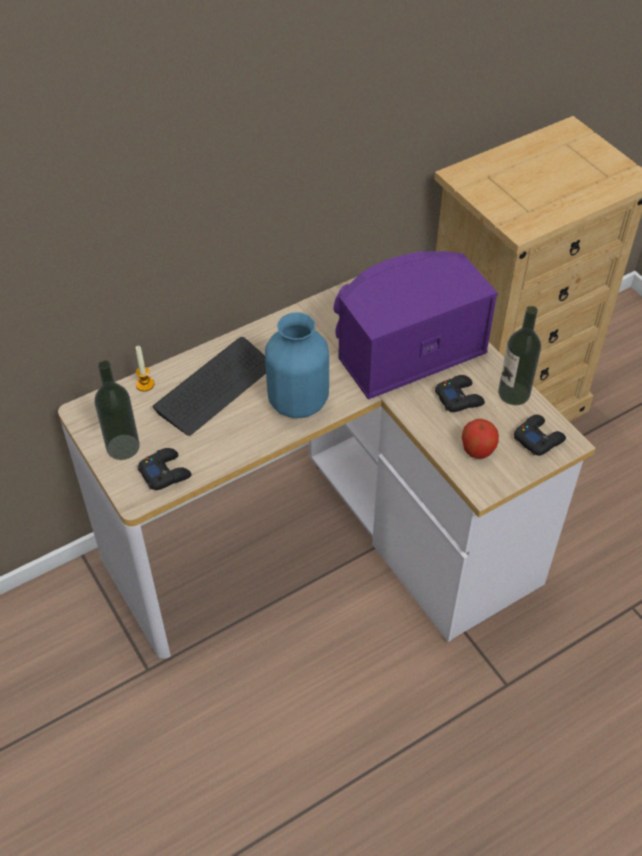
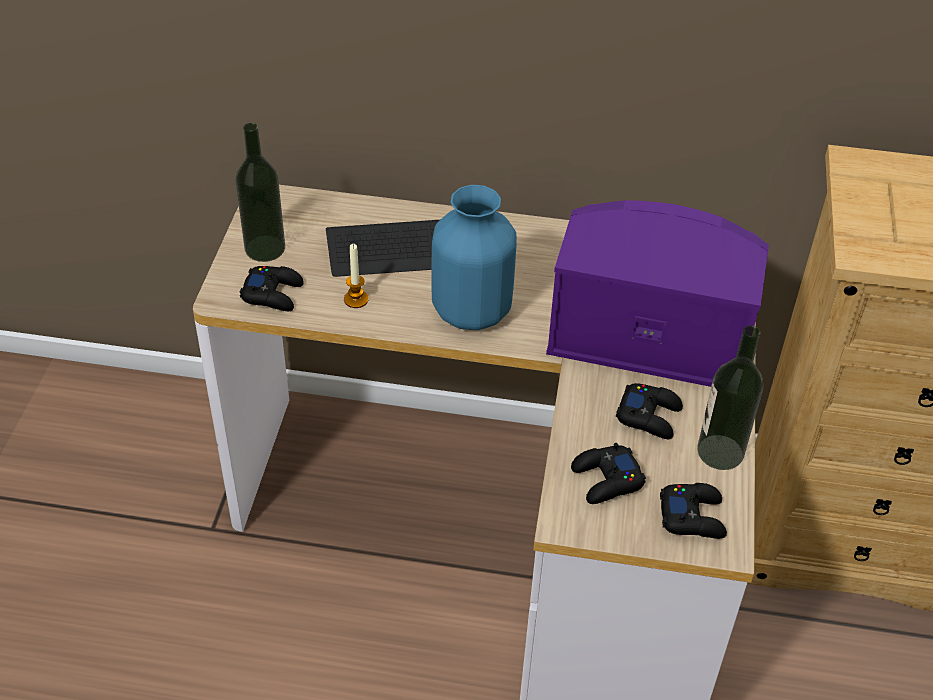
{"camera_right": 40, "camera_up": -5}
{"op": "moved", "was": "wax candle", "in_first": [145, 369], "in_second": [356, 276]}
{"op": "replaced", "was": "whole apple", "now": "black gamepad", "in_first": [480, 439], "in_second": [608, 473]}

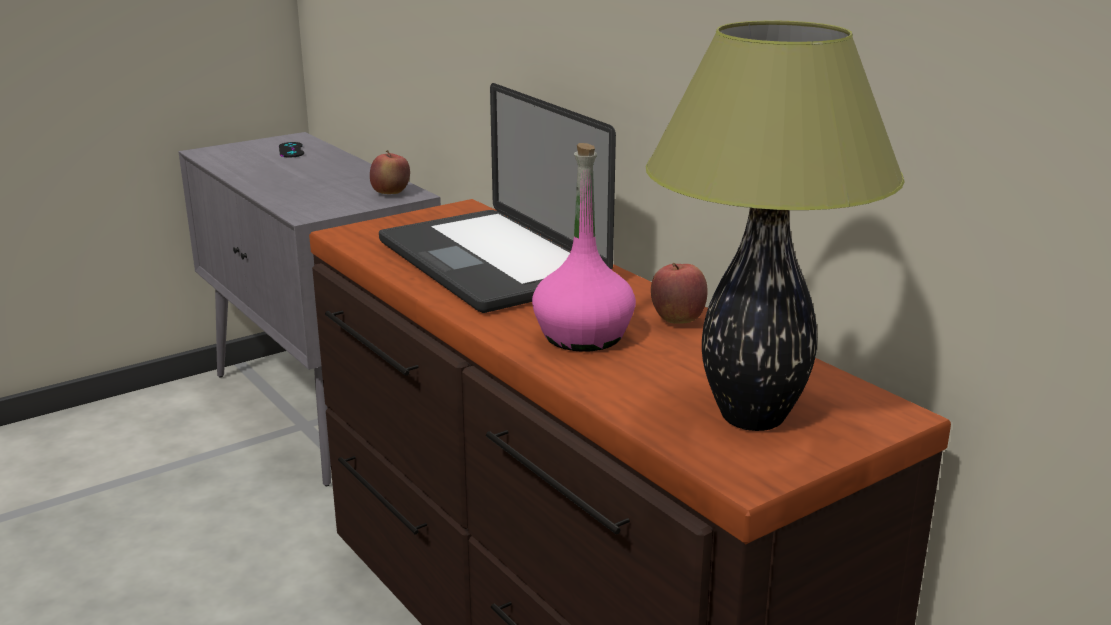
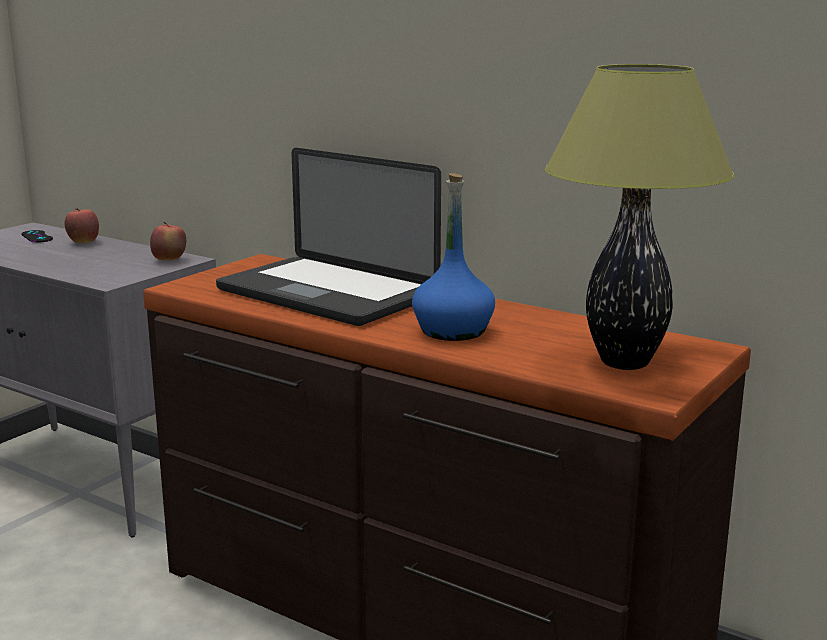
{"camera_right": -20, "camera_up": -5}
{"op": "recoloured", "was": "pink beverage bottle", "now": "bluish beverage bottle", "in_first": [584, 247], "in_second": [453, 257]}
{"op": "moved", "was": "whole apple", "in_first": [679, 293], "in_second": [81, 226]}

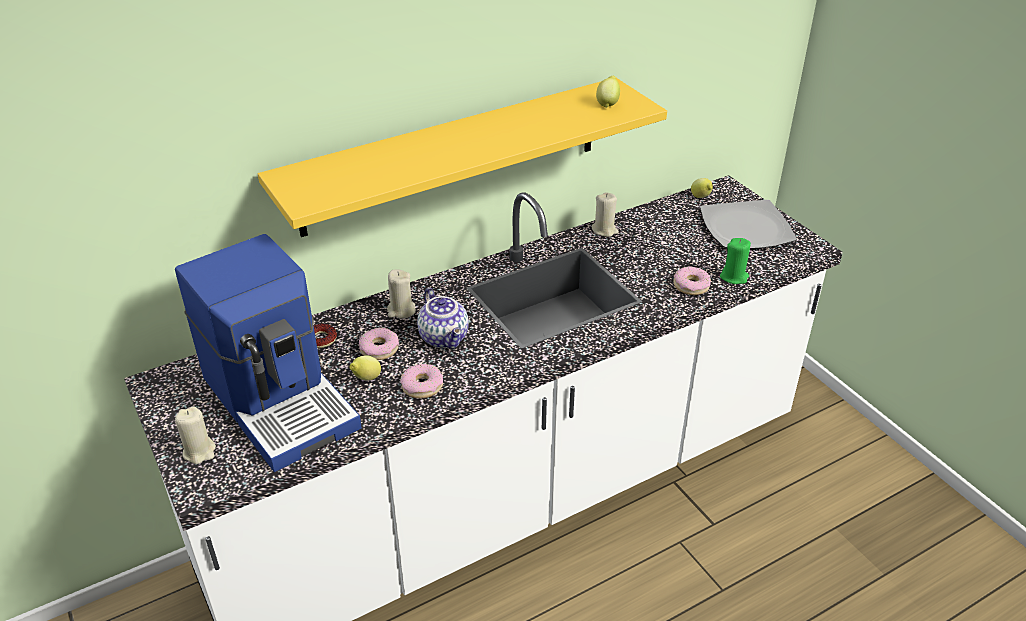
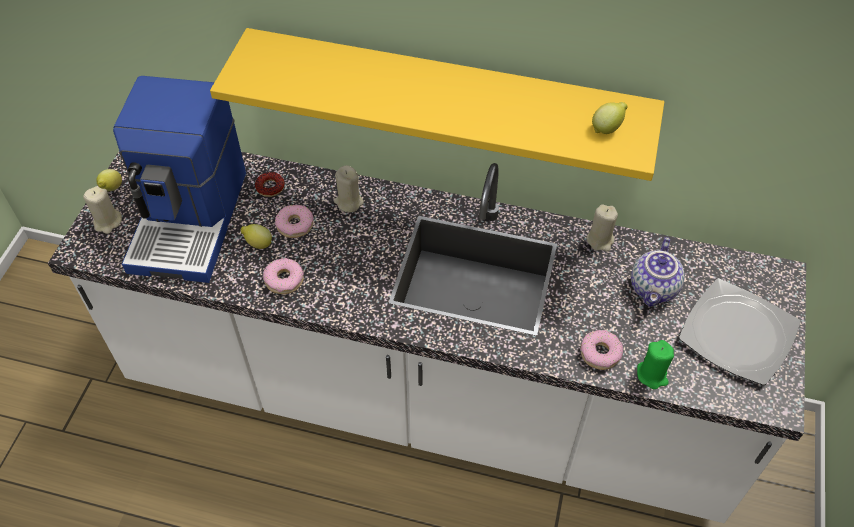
{"camera_right": 45, "camera_up": 15}
{"op": "moved", "was": "whole lemon", "in_first": [702, 188], "in_second": [109, 180]}
{"op": "moved", "was": "pot for tea", "in_first": [443, 318], "in_second": [658, 272]}

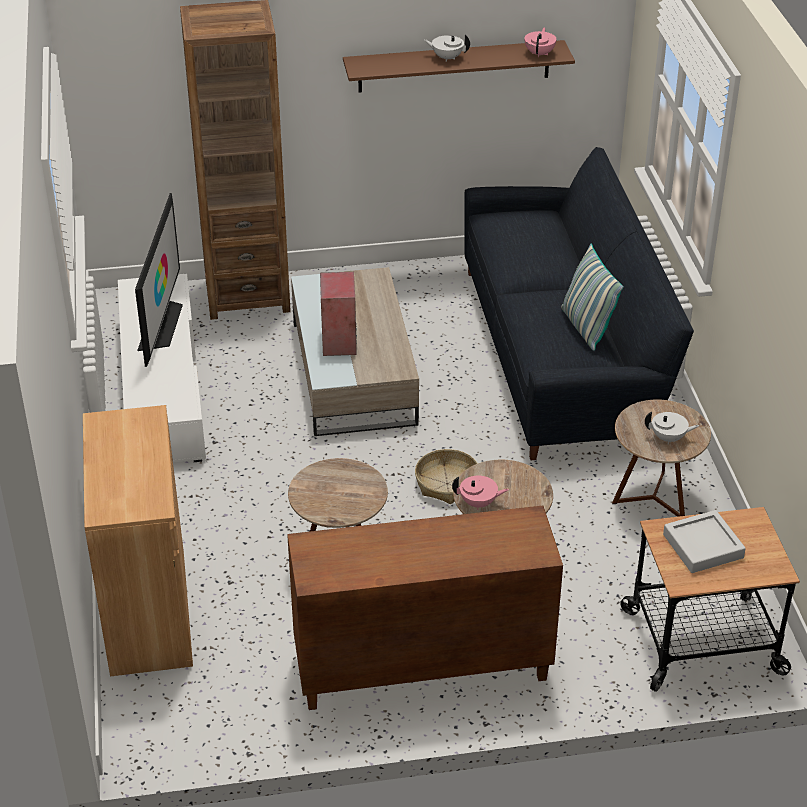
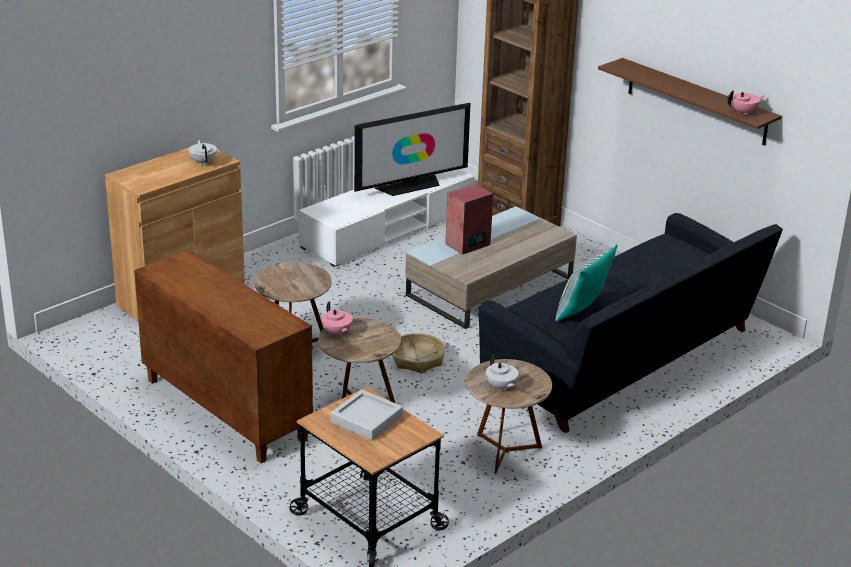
{"camera_right": 55, "camera_up": -10}
{"op": "moved", "was": "whitish pot for tea", "in_first": [447, 48], "in_second": [202, 153]}

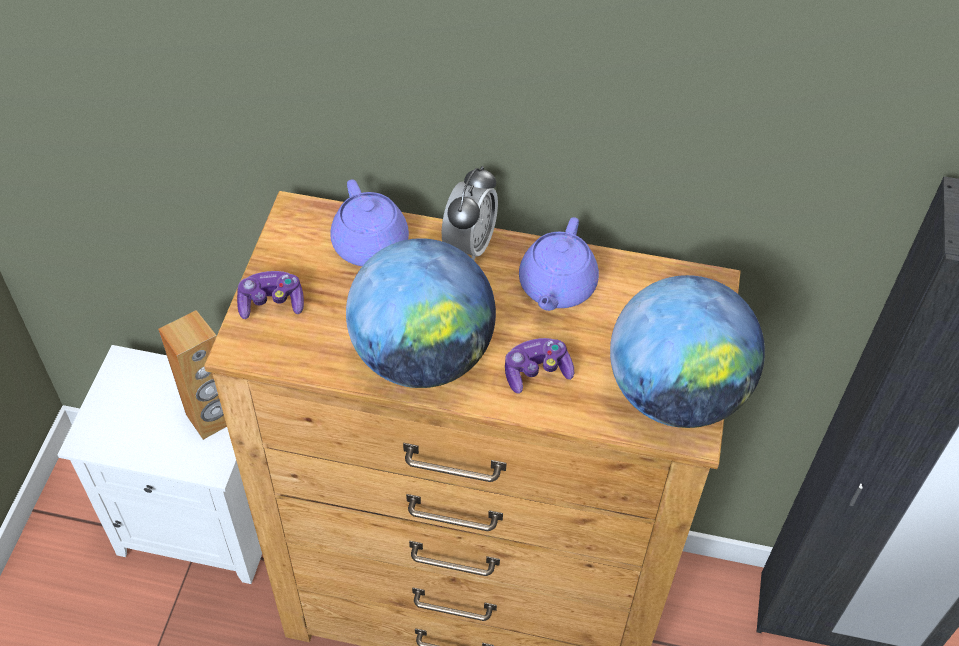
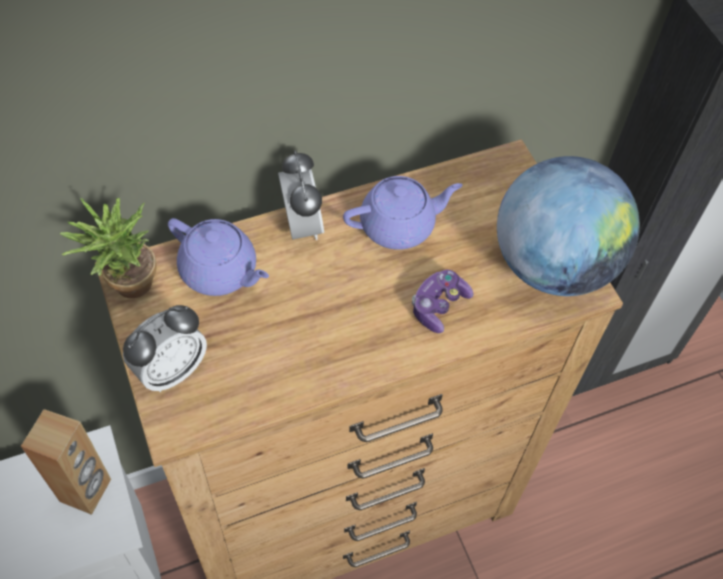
{"camera_right": -35, "camera_up": 5}
{"op": "turned", "was": "purple pot for tea", "in_first": [559, 264], "in_second": [403, 213], "clockwise": -90}
{"op": "removed", "was": "desk globe", "in_first": [421, 313]}
{"op": "replaced", "was": "gamepad", "now": "bedside clock", "in_first": [270, 295], "in_second": [165, 348]}
{"op": "added", "now": "potted plant", "in_second": [108, 248]}

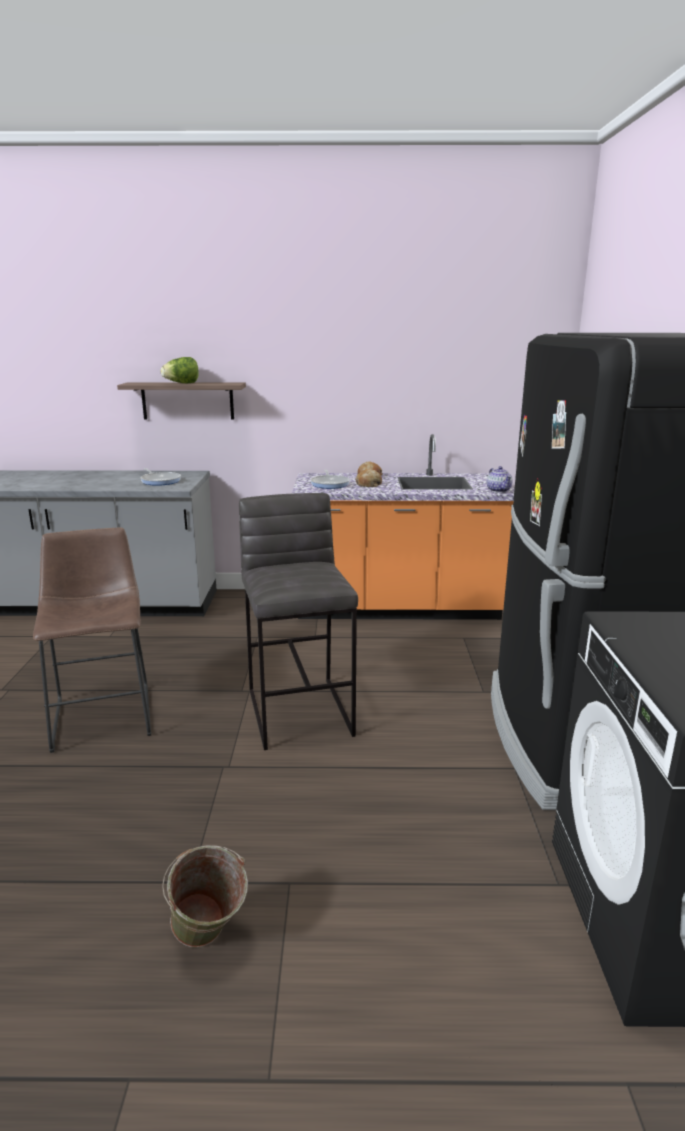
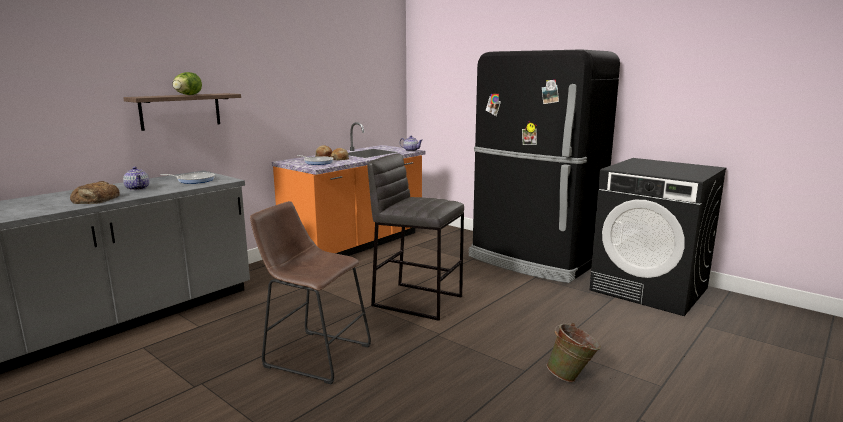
{"camera_right": -50, "camera_up": -5}
{"op": "added", "now": "pot for tea", "in_second": [136, 178]}
{"op": "added", "now": "bread", "in_second": [95, 192]}

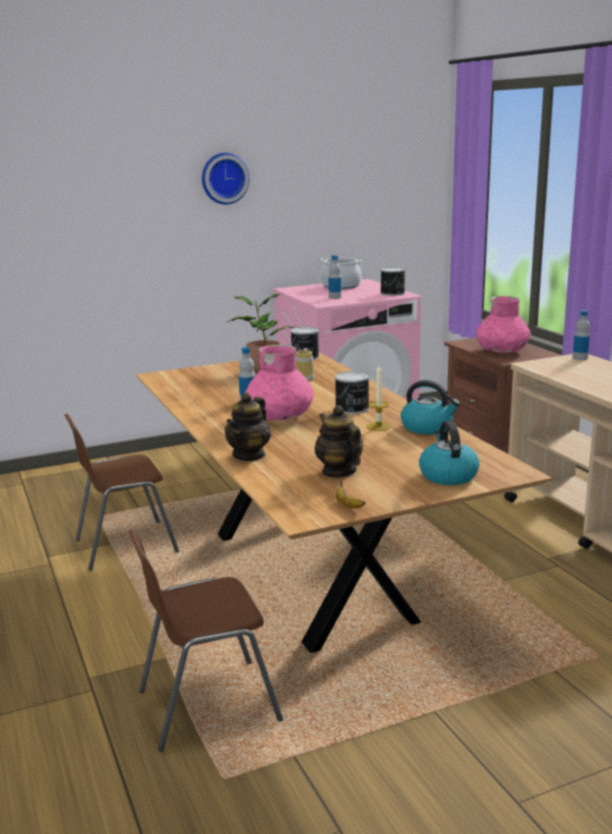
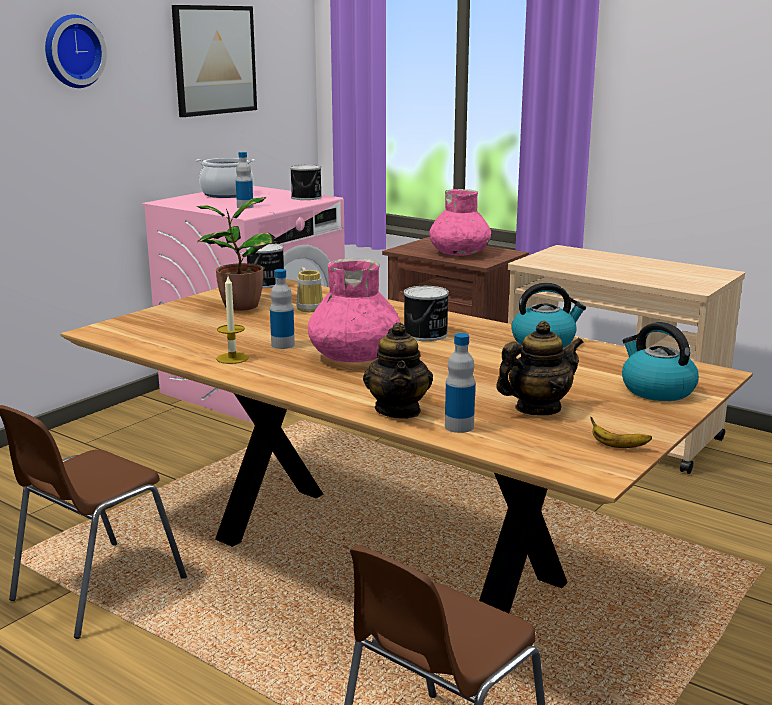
{"camera_right": -30, "camera_up": 0}
{"op": "moved", "was": "beverage bottle", "in_first": [581, 335], "in_second": [460, 383]}
{"op": "moved", "was": "wax candle", "in_first": [379, 398], "in_second": [232, 320]}
{"op": "turned", "was": "pot for tea", "in_first": [339, 441], "in_second": [540, 368], "clockwise": 120}
{"op": "added", "now": "wall art", "in_second": [214, 61]}

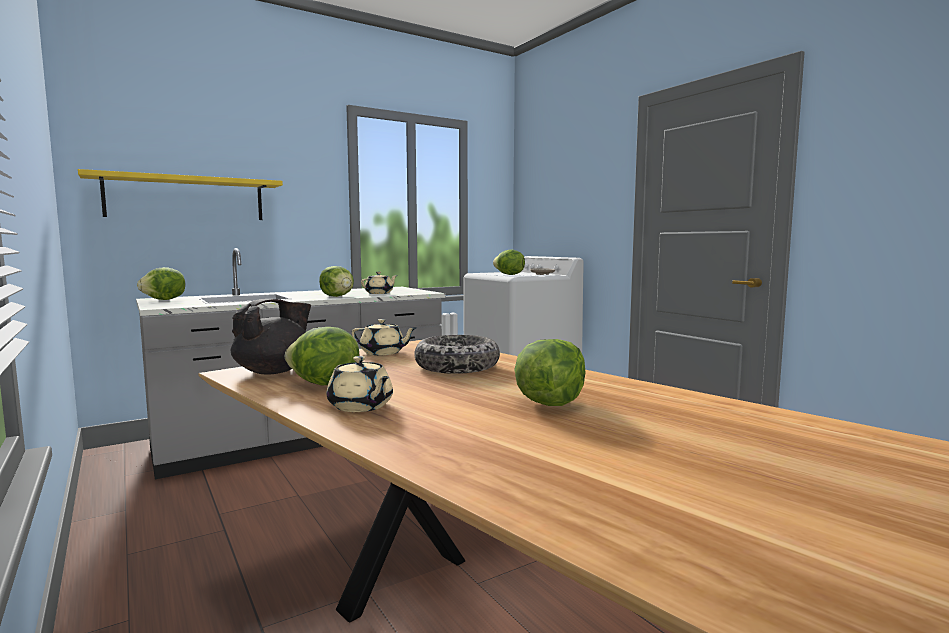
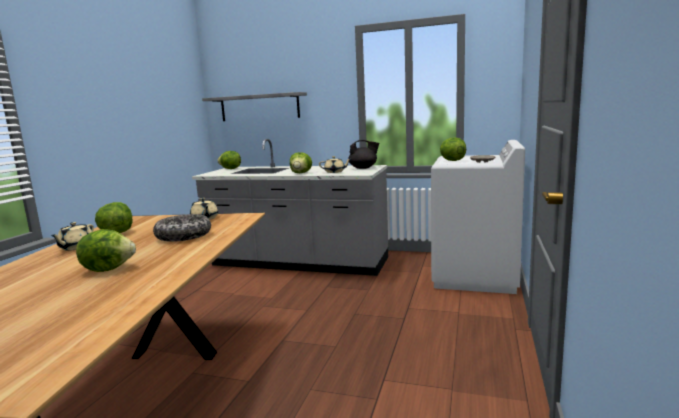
{"camera_right": 50, "camera_up": 5}
{"op": "recoloured", "was": "yellow-coloured wall shelf", "now": "grey wall shelf", "in_first": [180, 194], "in_second": [254, 106]}
{"op": "moved", "was": "black pot for tea", "in_first": [270, 336], "in_second": [363, 154]}

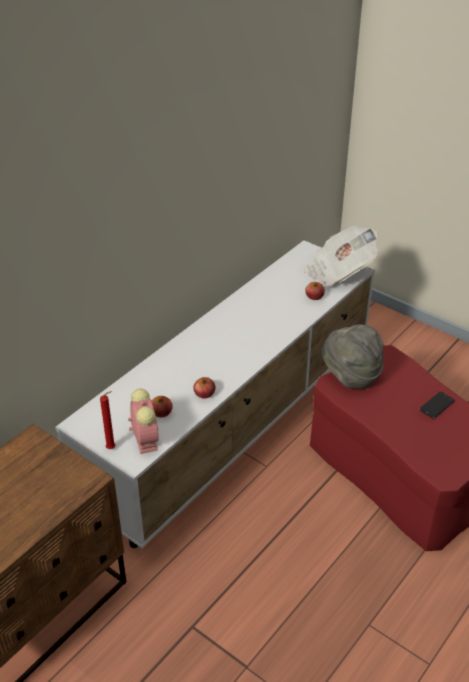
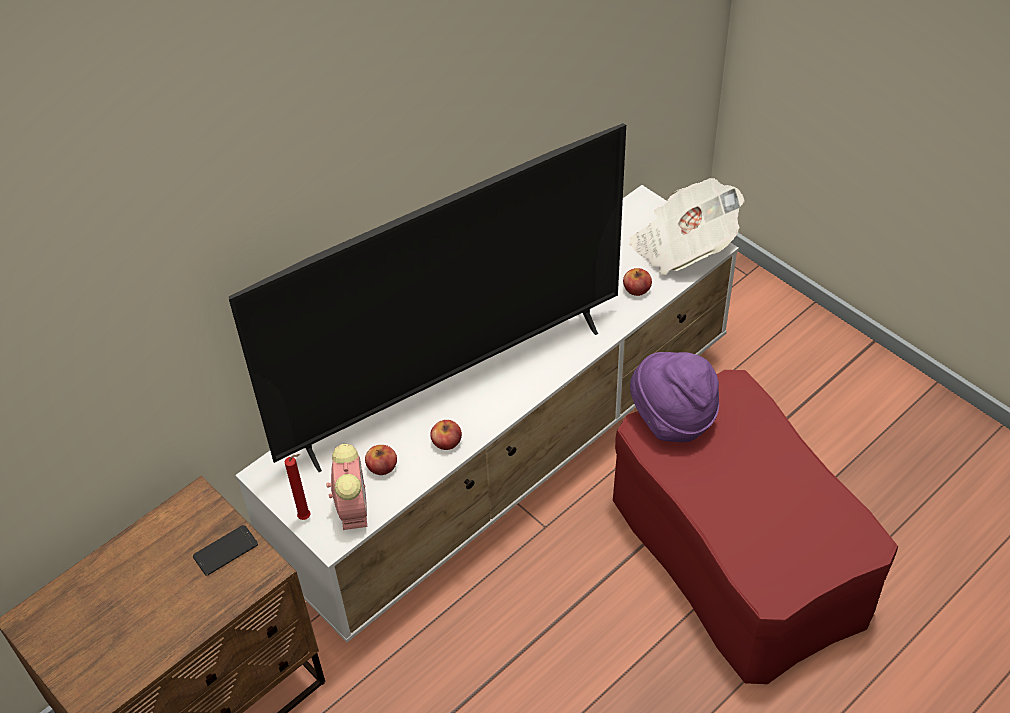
{"camera_right": 10, "camera_up": 10}
{"op": "recoloured", "was": "grey clothing hat", "now": "purple clothing hat", "in_first": [353, 356], "in_second": [674, 397]}
{"op": "moved", "was": "phone", "in_first": [437, 405], "in_second": [225, 550]}
{"op": "added", "now": "TV", "in_second": [427, 297]}

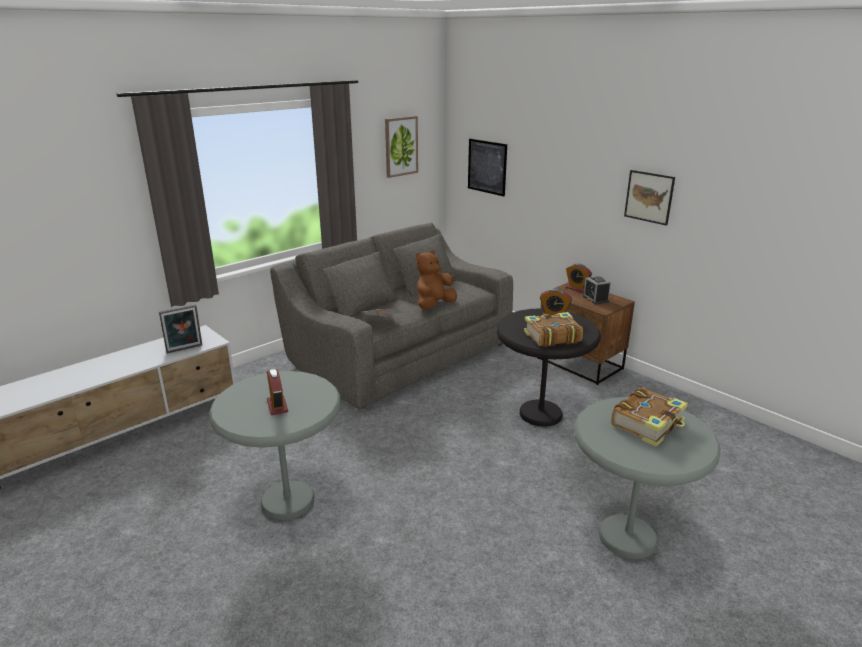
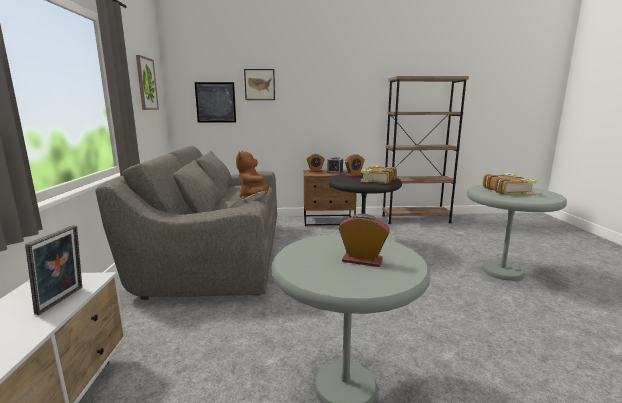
{"camera_right": -50, "camera_up": -10}
{"op": "moved", "was": "wall art", "in_first": [649, 197], "in_second": [259, 84]}
{"op": "added", "now": "brownish bookcase", "in_second": [425, 150]}

